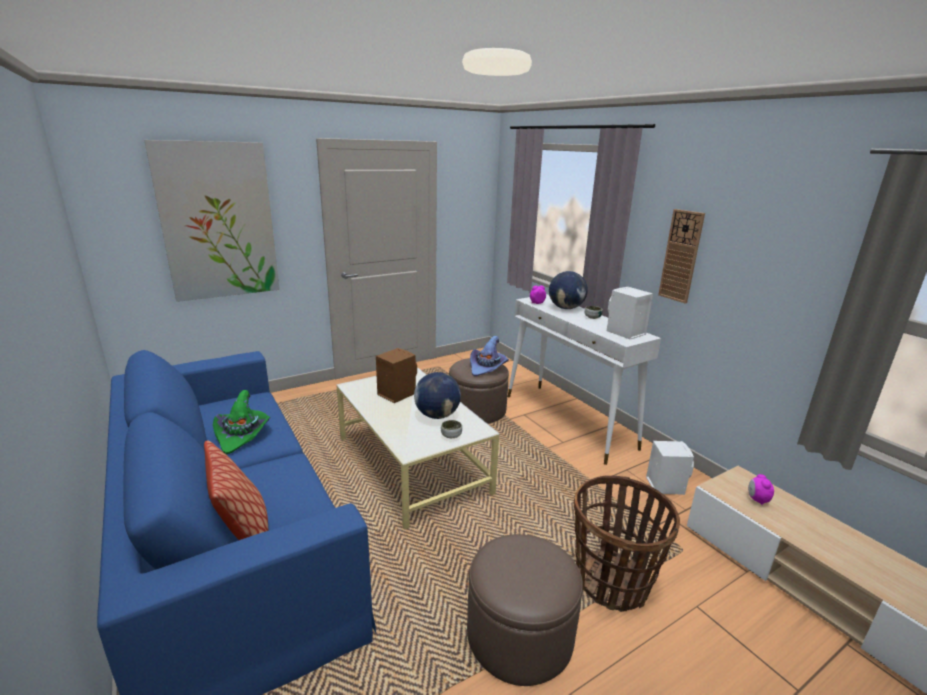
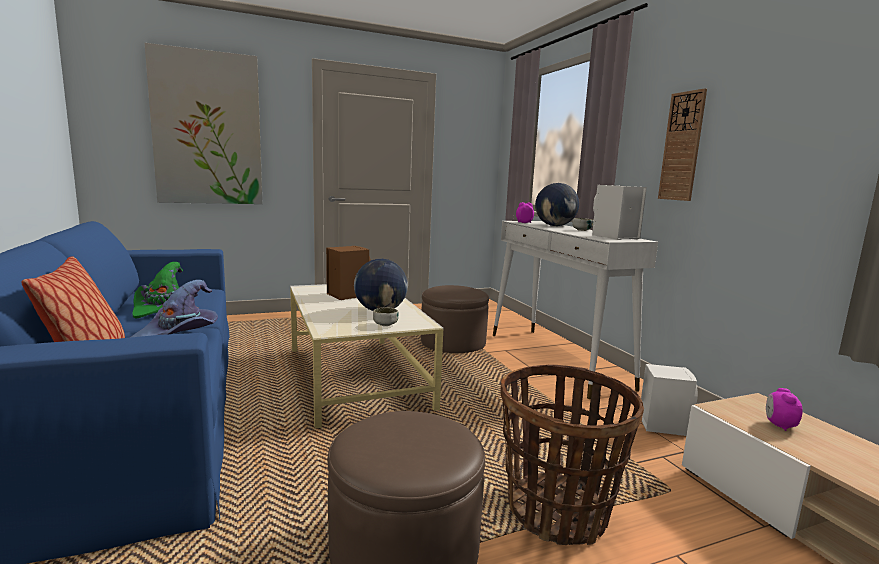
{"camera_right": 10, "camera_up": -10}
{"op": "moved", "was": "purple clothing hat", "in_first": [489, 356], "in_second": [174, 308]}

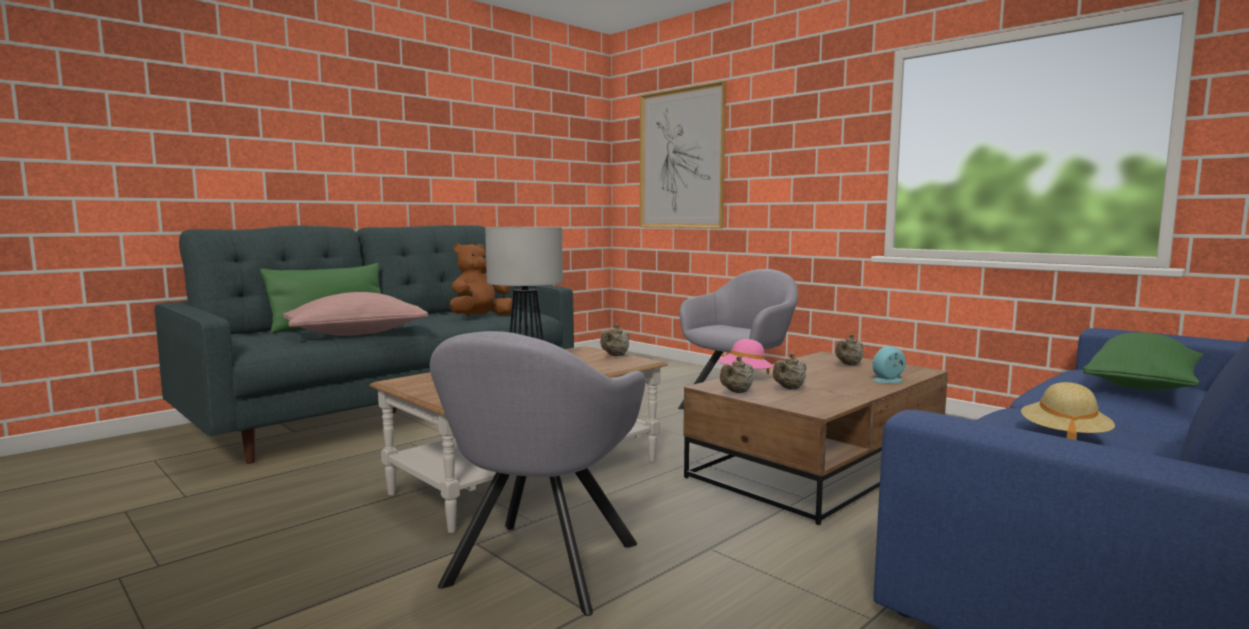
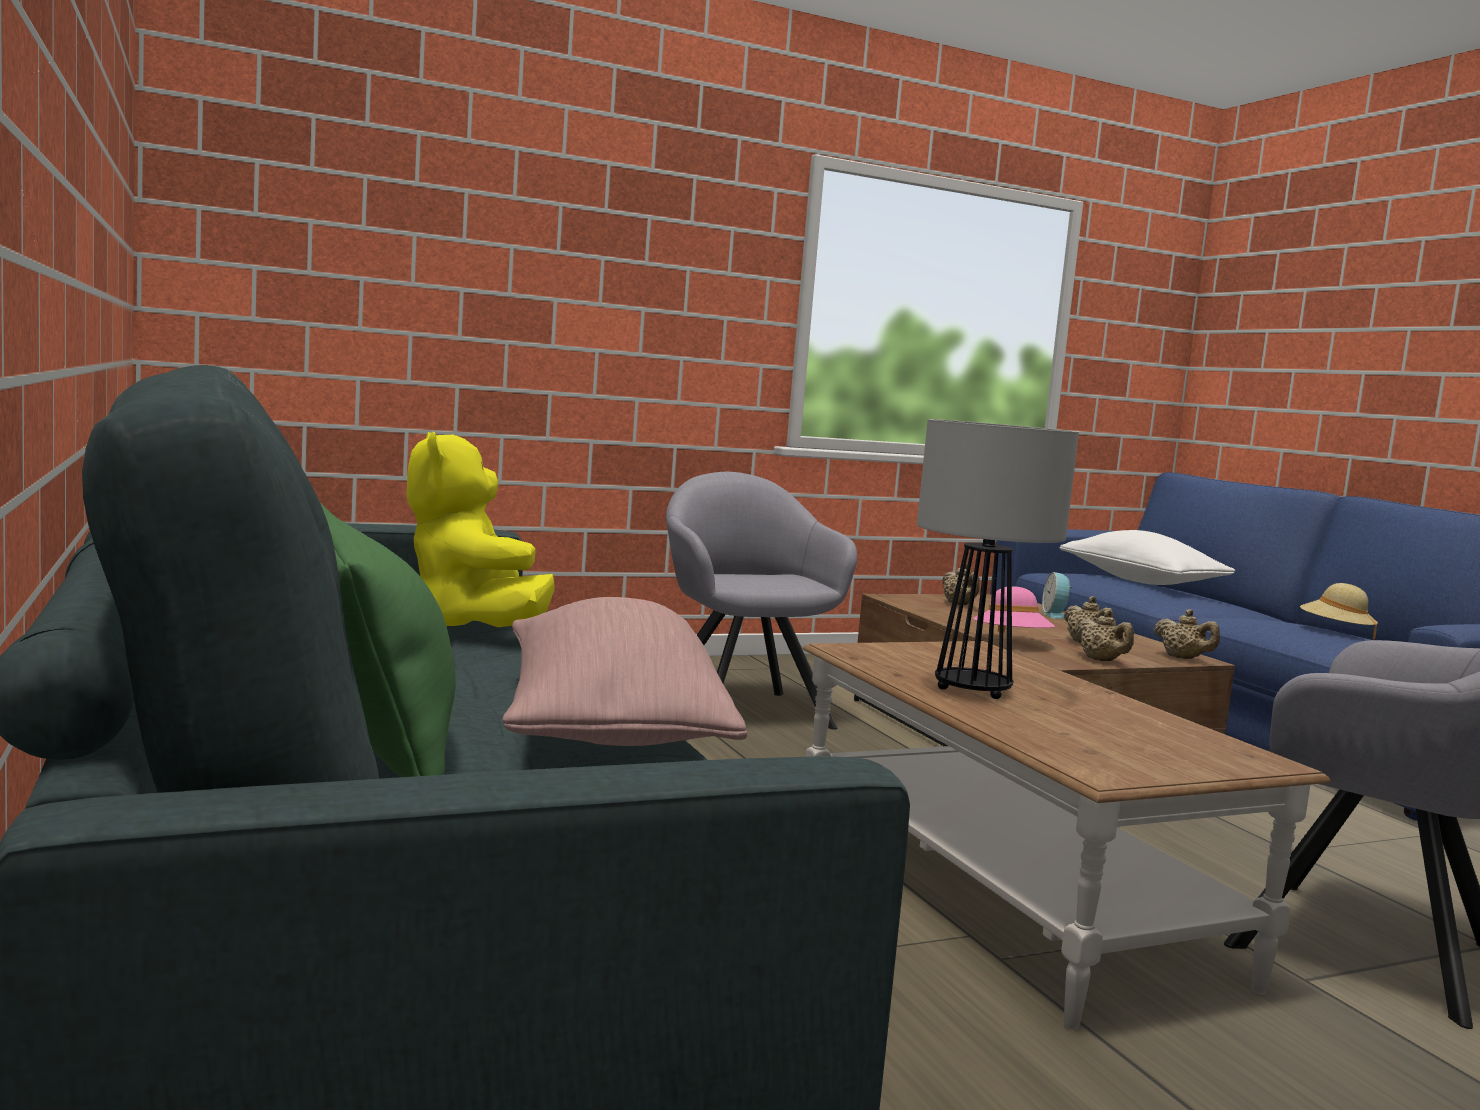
{"camera_right": -70, "camera_up": 0}
{"op": "removed", "was": "wall art", "in_first": [683, 155]}
{"op": "recoloured", "was": "brownish cuddly toy", "now": "yellow-coloured cuddly toy", "in_first": [481, 279], "in_second": [481, 529]}
{"op": "moved", "was": "beige pot for tea", "in_first": [615, 340], "in_second": [1187, 634]}
{"op": "recoloured", "was": "greenish cushion", "now": "whitish cushion", "in_first": [1143, 361], "in_second": [1147, 557]}

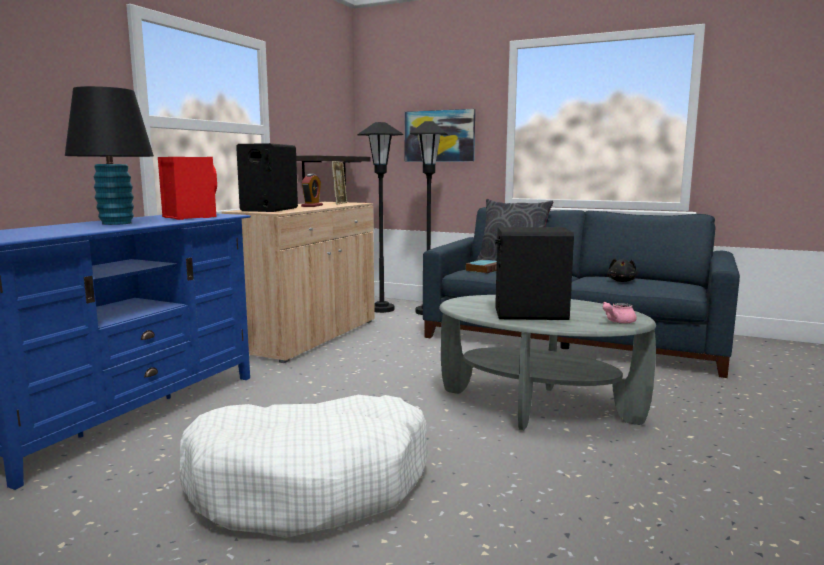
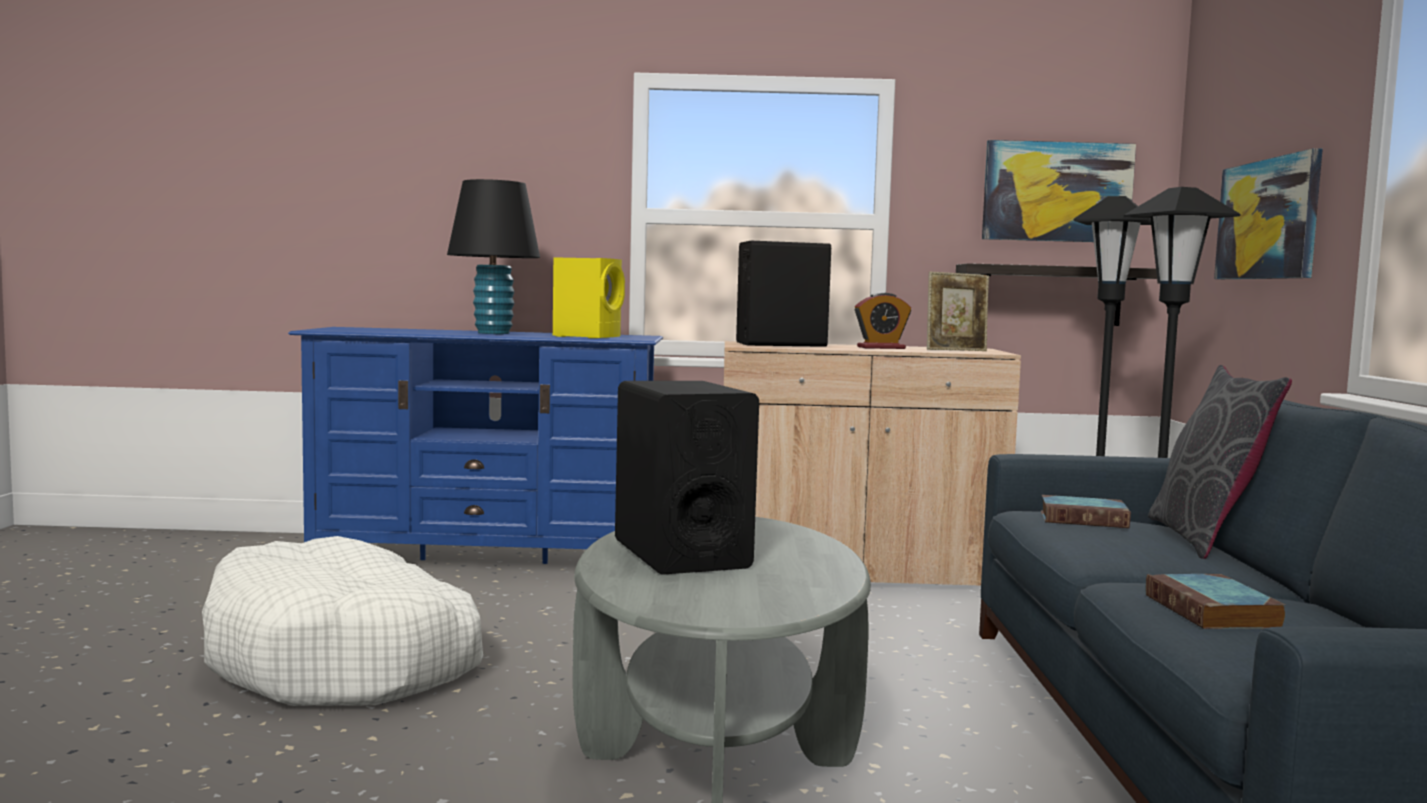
{"camera_right": 65, "camera_up": -5}
{"op": "recoloured", "was": "reddish speaker", "now": "yellow-coloured speaker", "in_first": [187, 188], "in_second": [589, 297]}
{"op": "replaced", "was": "black cuddly toy", "now": "bound book", "in_first": [622, 270], "in_second": [1216, 601]}
{"op": "removed", "was": "pink pot for tea", "in_first": [620, 313]}
{"op": "added", "now": "wall art", "in_second": [1059, 191]}

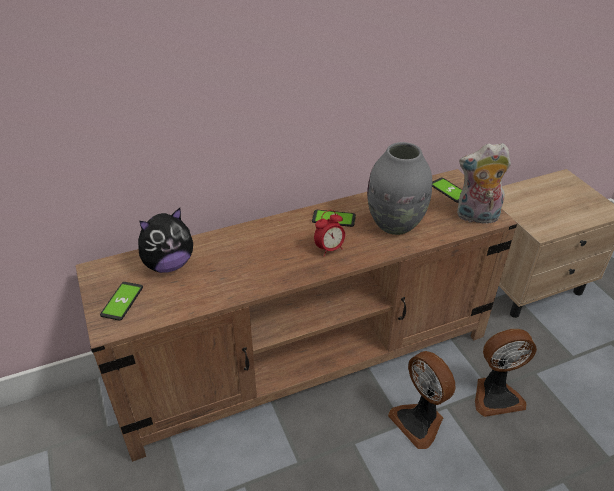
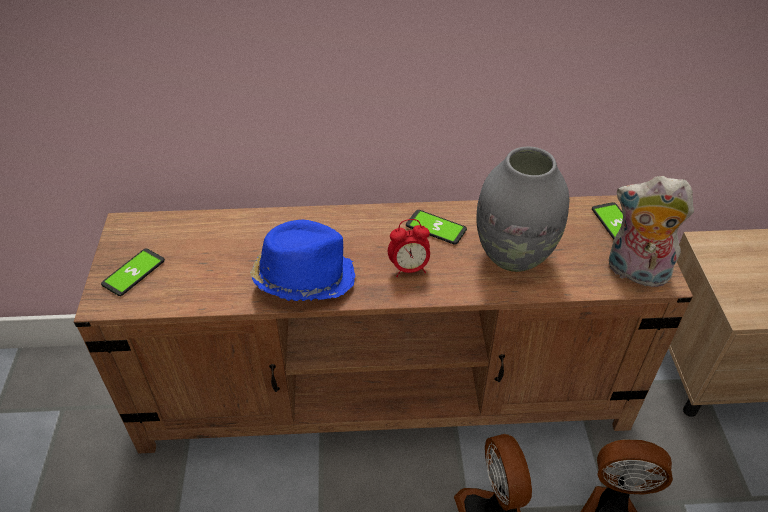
{"camera_right": 20, "camera_up": 5}
{"op": "removed", "was": "cuddly toy", "in_first": [165, 240]}
{"op": "added", "now": "bluish clothing hat", "in_second": [303, 260]}

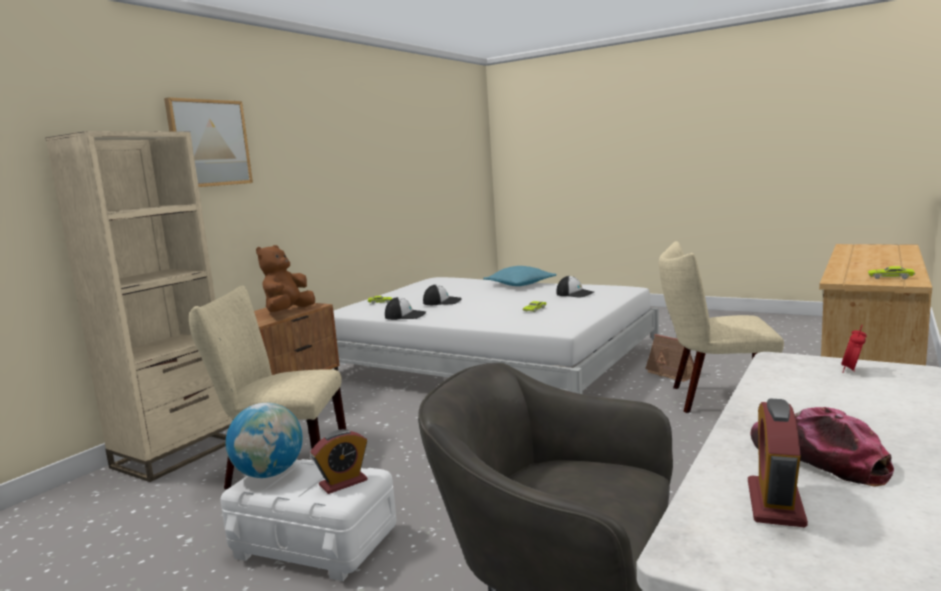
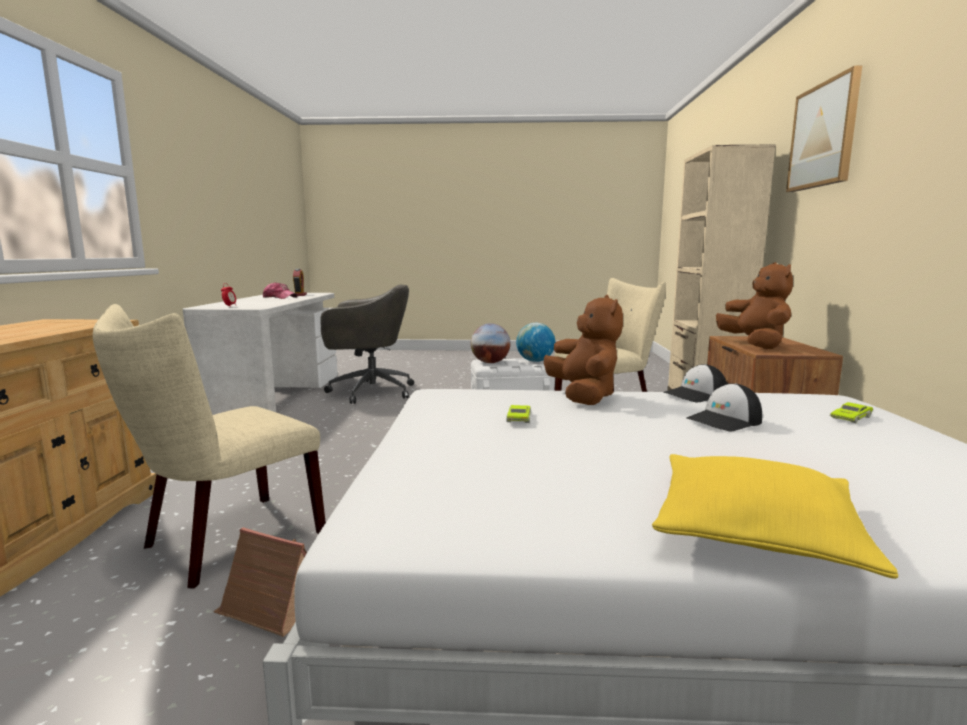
{"camera_right": 150, "camera_up": 0}
{"op": "turned", "was": "beige upright chair", "in_first": [721, 327], "in_second": [209, 446], "clockwise": 150}
{"op": "recoloured", "was": "turquoise-coloured cushion", "now": "yellow-coloured cushion", "in_first": [520, 276], "in_second": [775, 516]}
{"op": "removed", "was": "greenish model car", "in_first": [891, 272]}
{"op": "removed", "was": "peaked cap", "in_first": [575, 287]}
{"op": "replaced", "was": "bedside clock", "now": "desk globe", "in_first": [338, 461], "in_second": [491, 343]}
{"op": "added", "now": "brownish cuddly toy", "in_second": [583, 350]}

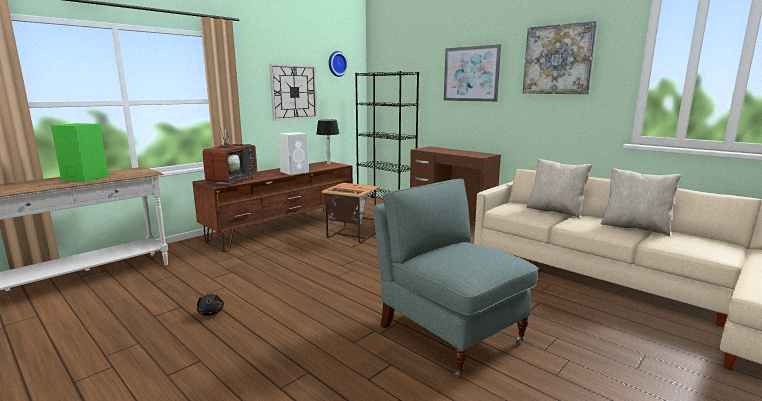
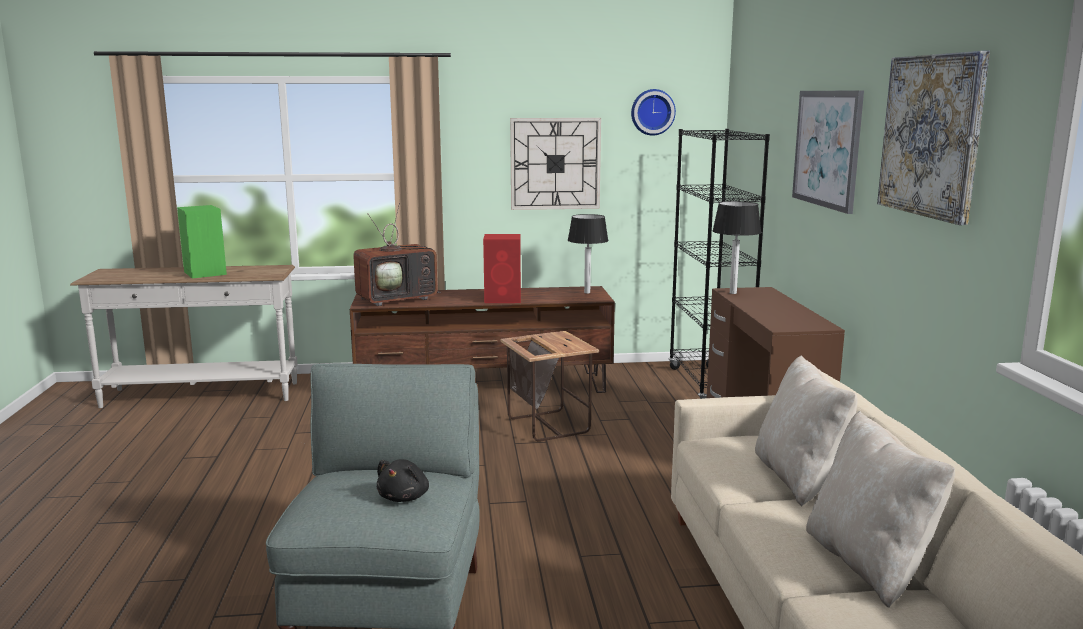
{"camera_right": 40, "camera_up": 0}
{"op": "recoloured", "was": "whitish speaker", "now": "reddish speaker", "in_first": [293, 153], "in_second": [502, 268]}
{"op": "moved", "was": "black cuddly toy", "in_first": [210, 305], "in_second": [402, 480]}
{"op": "added", "now": "table lamp", "in_second": [736, 247]}

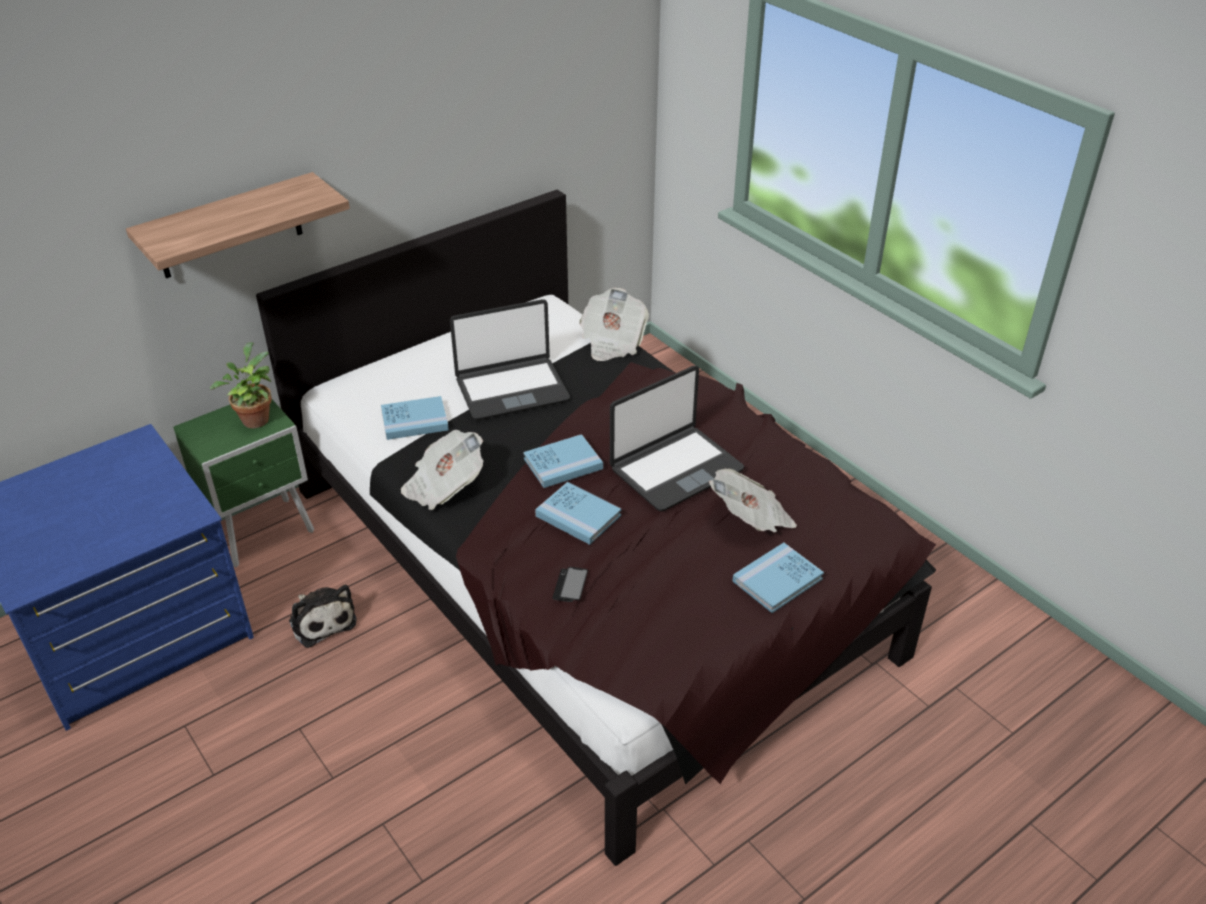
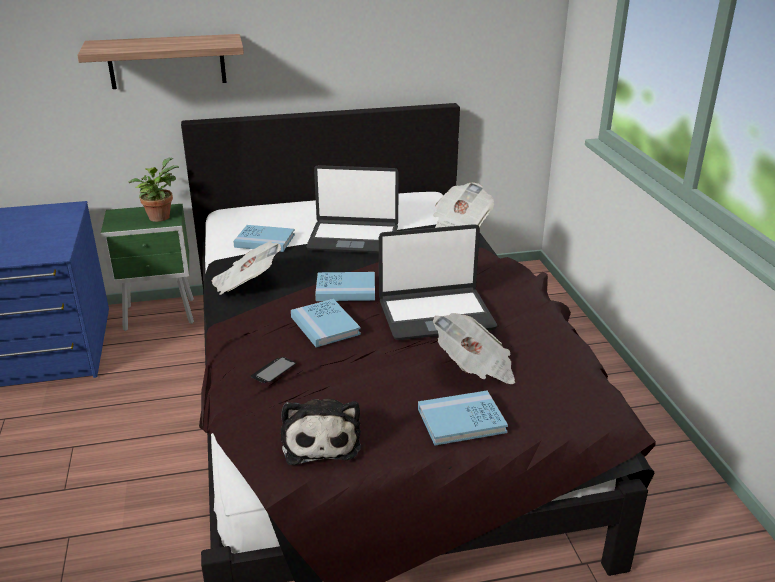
{"camera_right": 25, "camera_up": -10}
{"op": "moved", "was": "cuddly toy", "in_first": [323, 616], "in_second": [321, 432]}

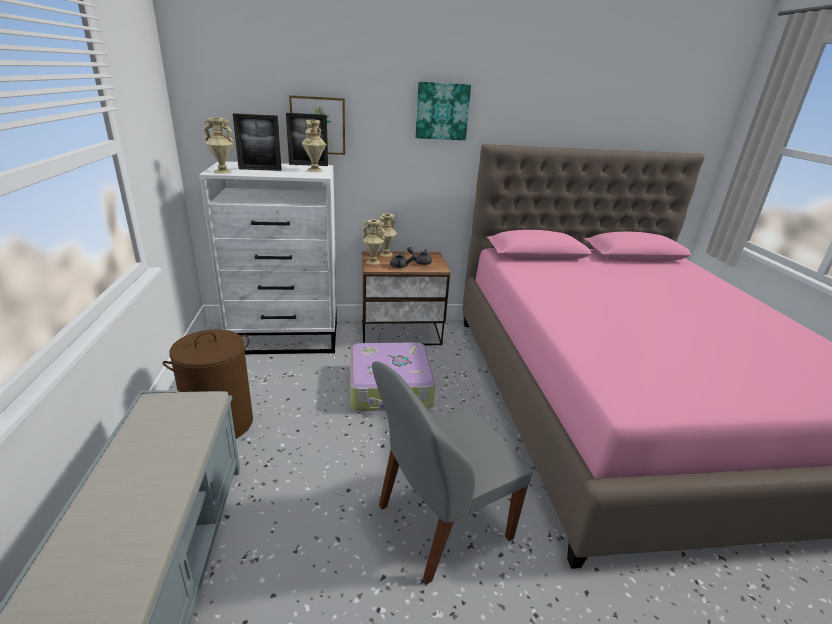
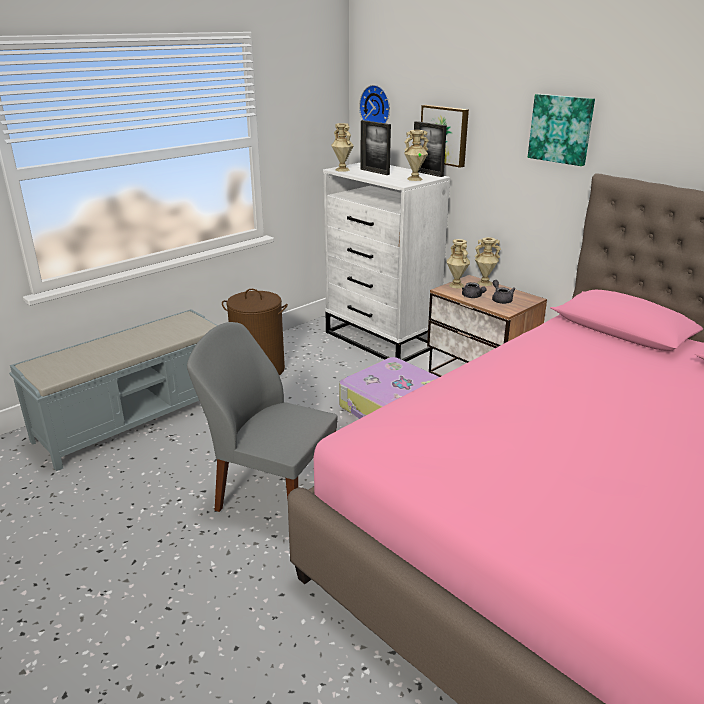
{"camera_right": 55, "camera_up": 0}
{"op": "added", "now": "hanging clock", "in_second": [374, 104]}

